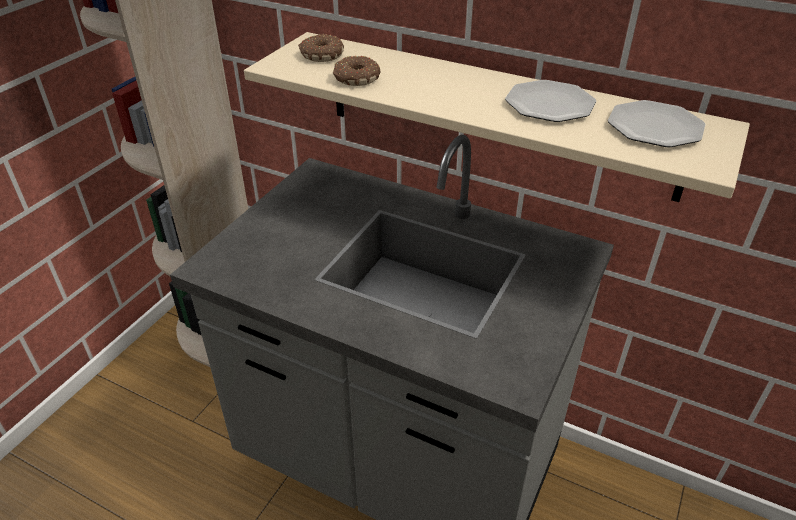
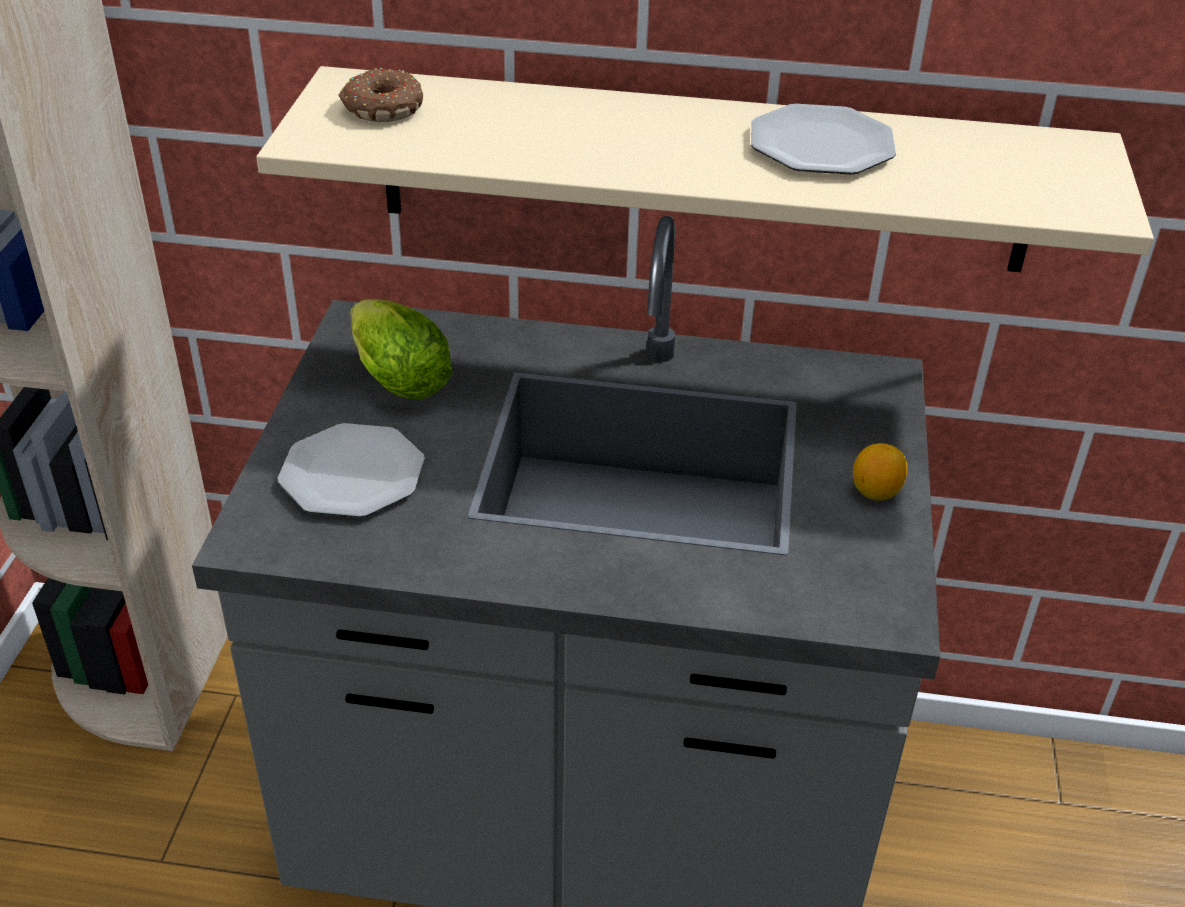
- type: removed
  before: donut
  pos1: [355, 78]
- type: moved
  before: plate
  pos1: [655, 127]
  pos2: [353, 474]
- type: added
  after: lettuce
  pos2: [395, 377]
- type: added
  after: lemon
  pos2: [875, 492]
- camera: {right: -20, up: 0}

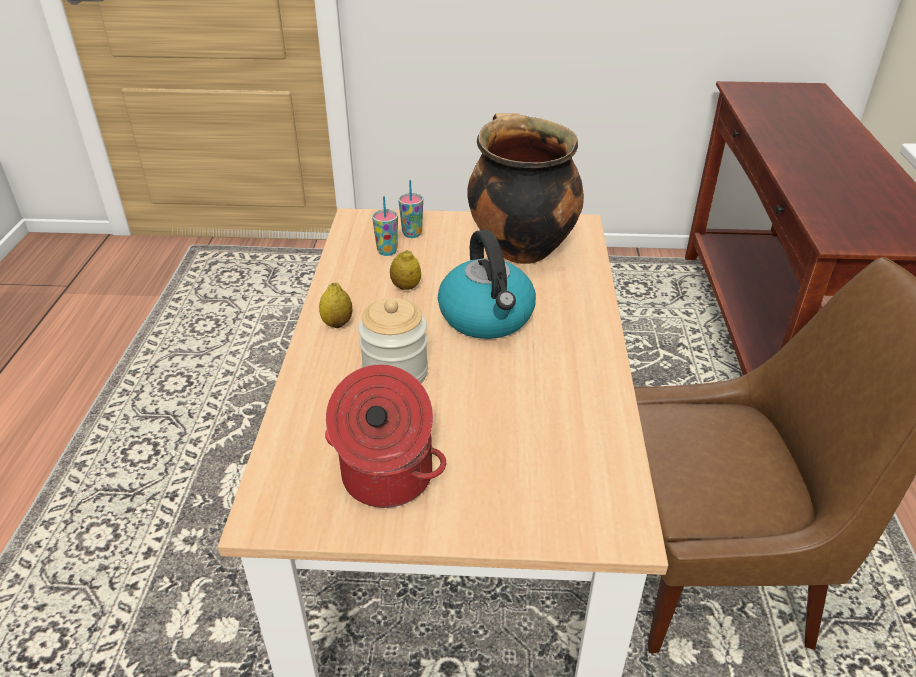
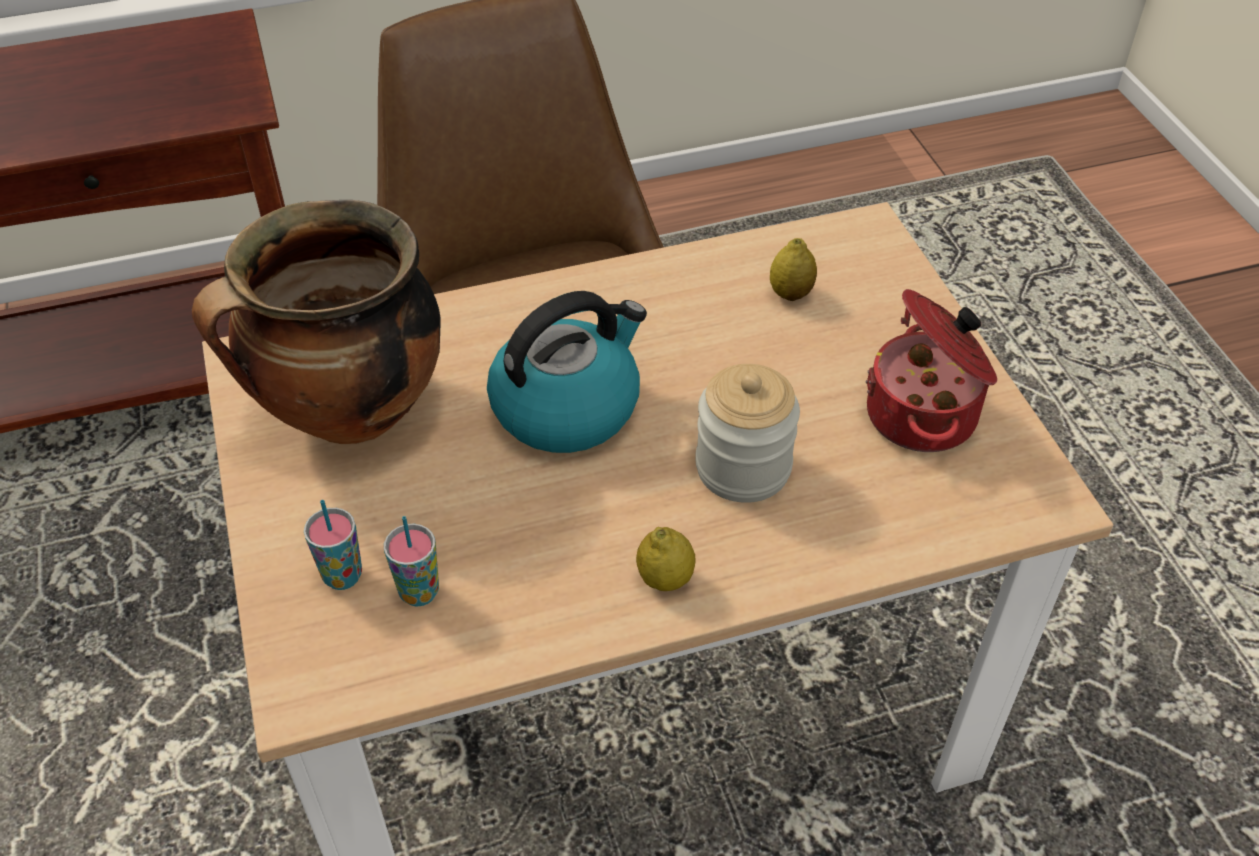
- type: moved
  before: lemon
  pos1: [406, 287]
  pos2: [790, 293]
- camera: {right: -110, up: 10}

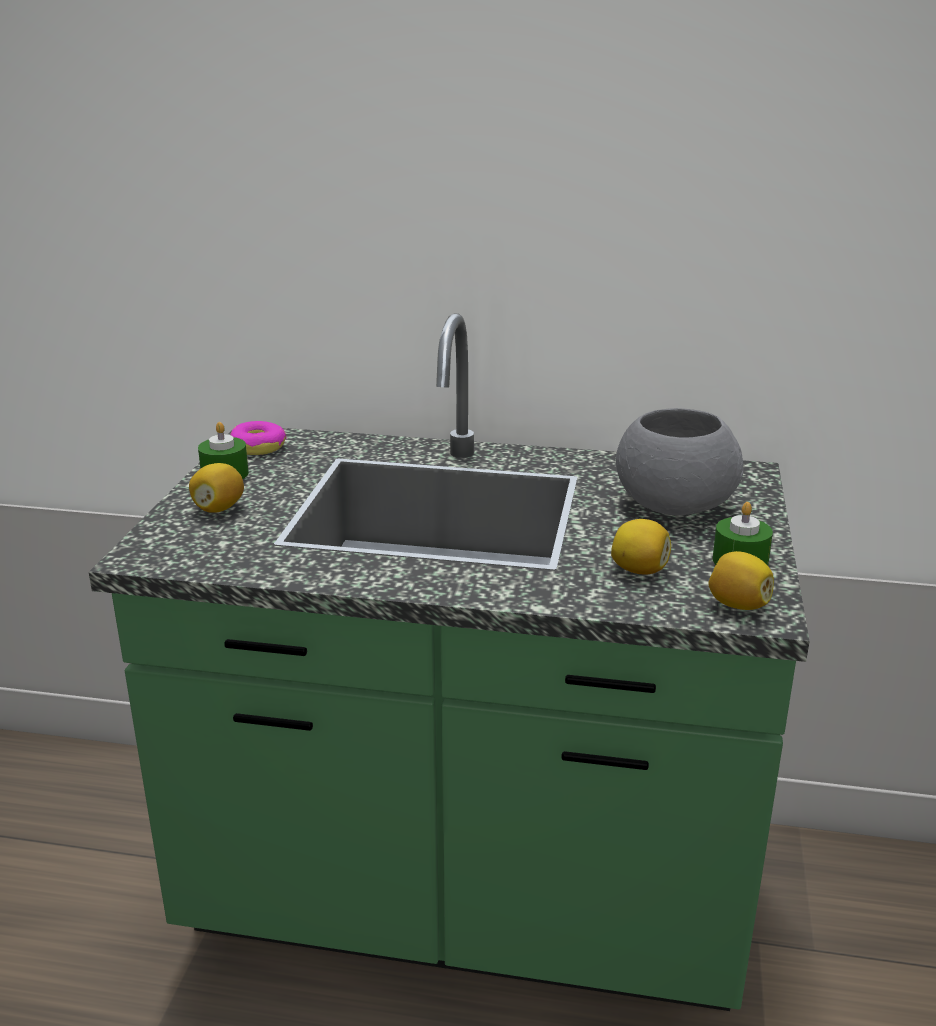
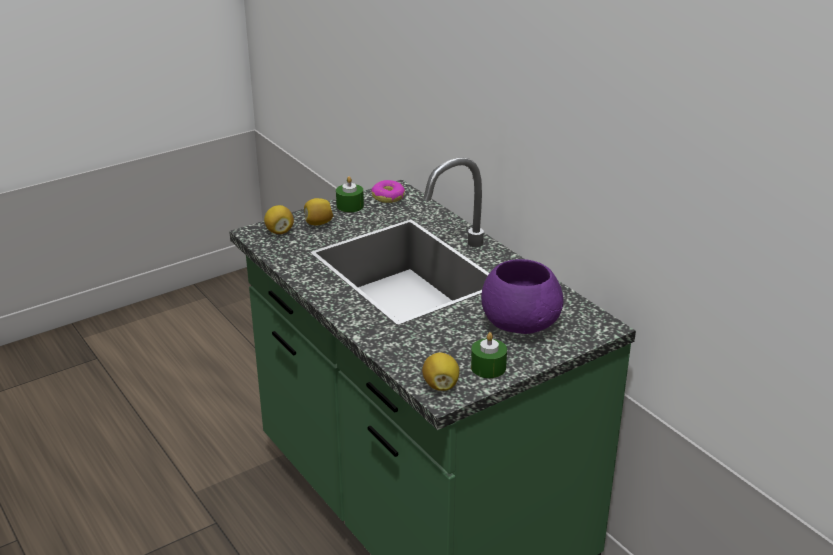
- type: moved
  before: lemon
  pos1: [639, 570]
  pos2: [279, 231]
- type: recoloured
  before: grey bowl
  after: purple bowl
  pos1: [672, 504]
  pos2: [519, 323]
- camera: {right: 45, up: 5}

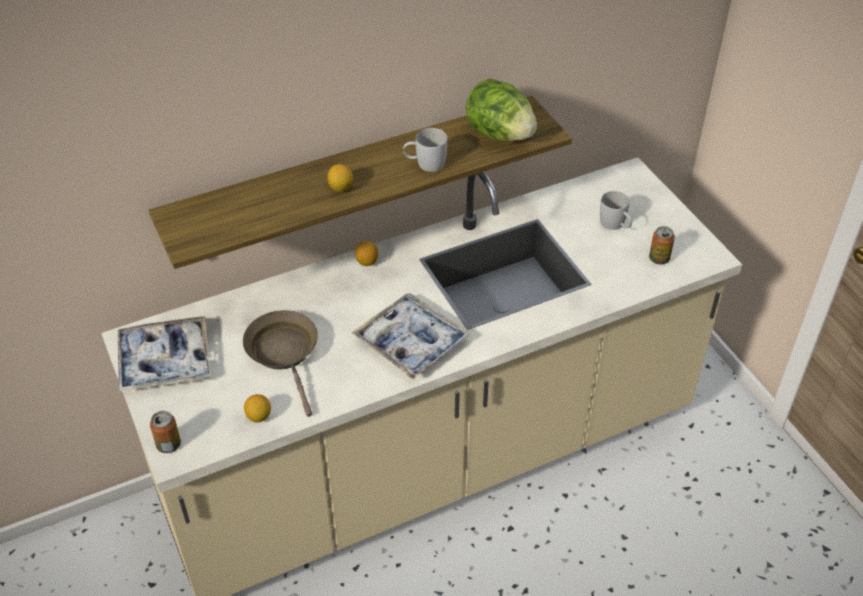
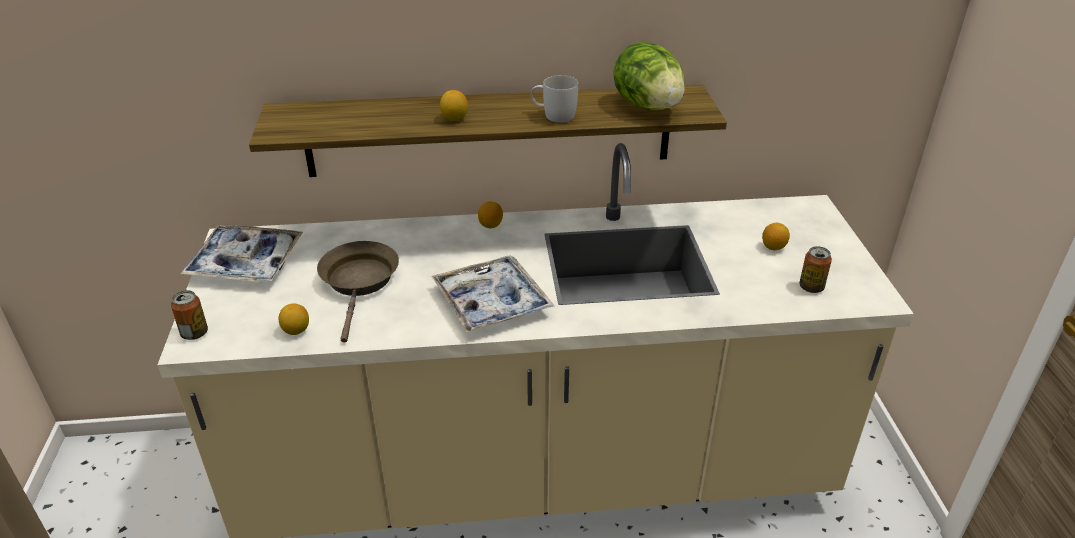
- type: replaced
  before: white mug
  after: lemon
  pos1: [615, 225]
  pos2: [773, 247]
- camera: {right: 20, up: -10}

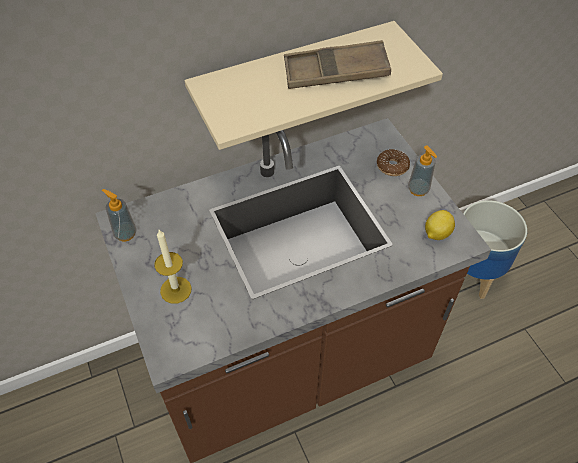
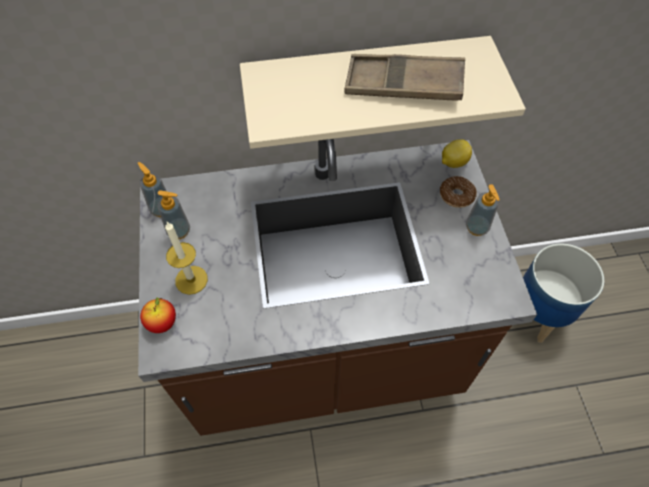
- type: moved
  before: lemon
  pos1: [436, 233]
  pos2: [453, 162]
- type: added
  after: apple
  pos2: [162, 323]
- type: added
  after: soap dispenser
  pos2: [179, 231]
- camera: {right: 15, up: 5}

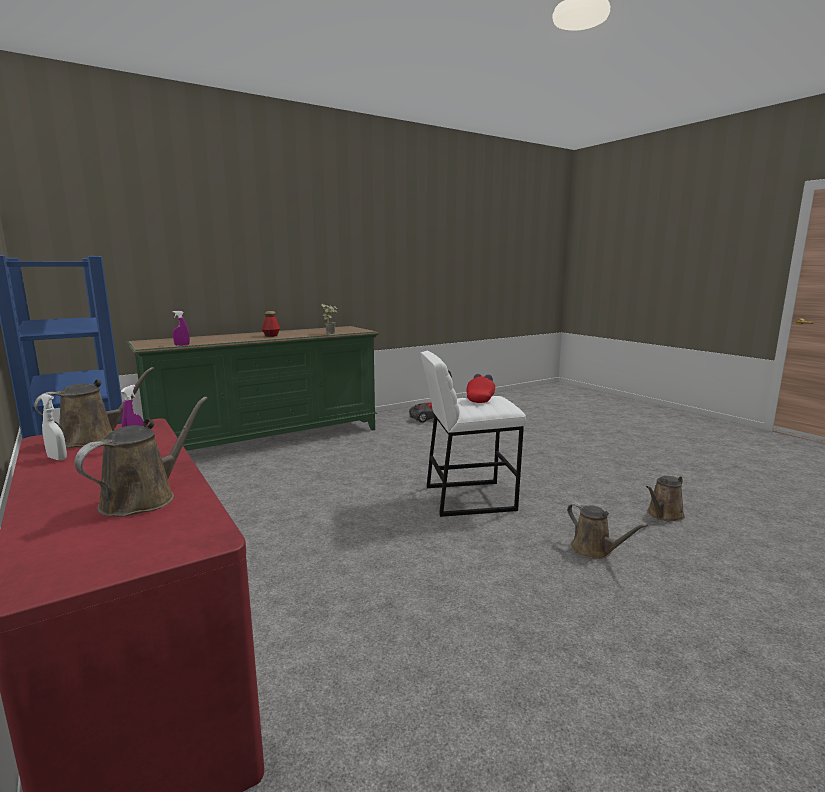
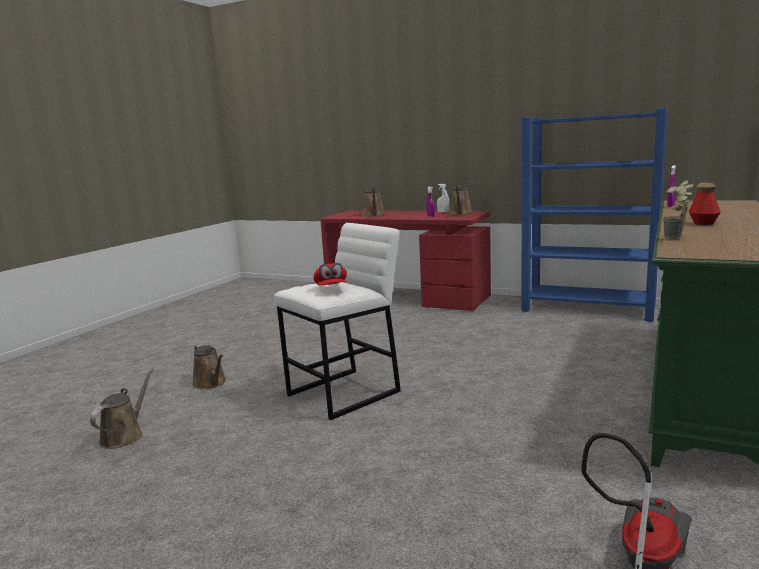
- type: turned
  before: brown watering can
  pos1: [594, 550]
  pos2: [211, 383]
  turn: -150
- camera: {right: 150, up: 0}

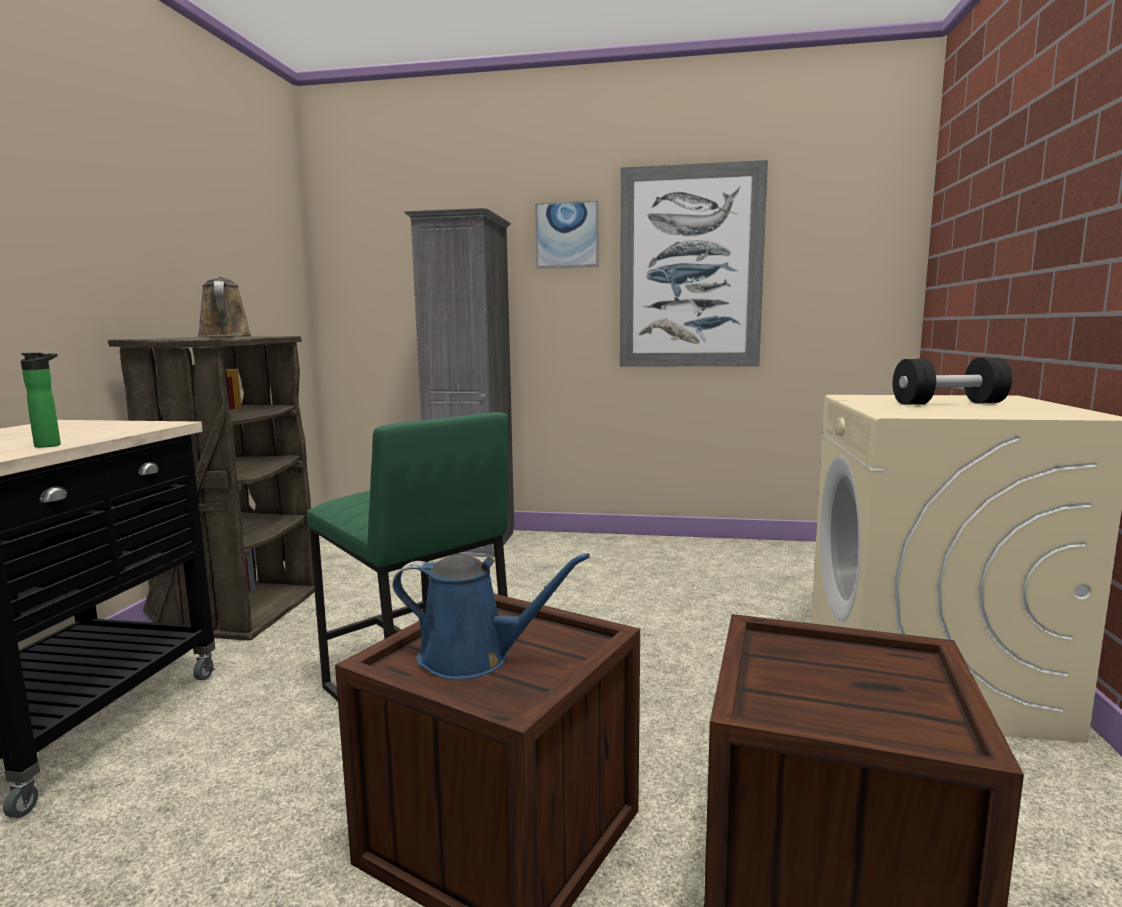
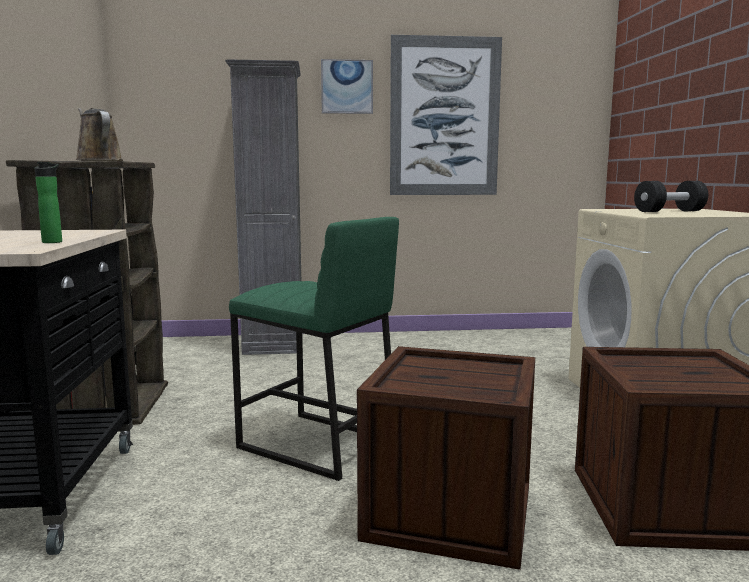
- type: removed
  before: blue watering can
  pos1: [473, 657]
- camera: {right: -15, up: 0}

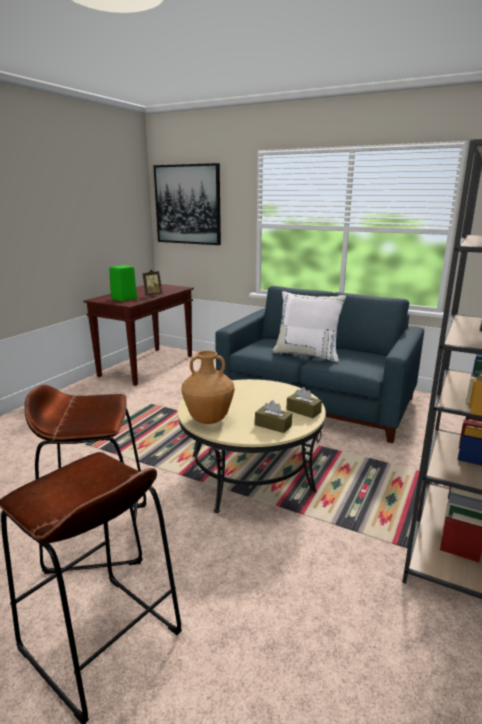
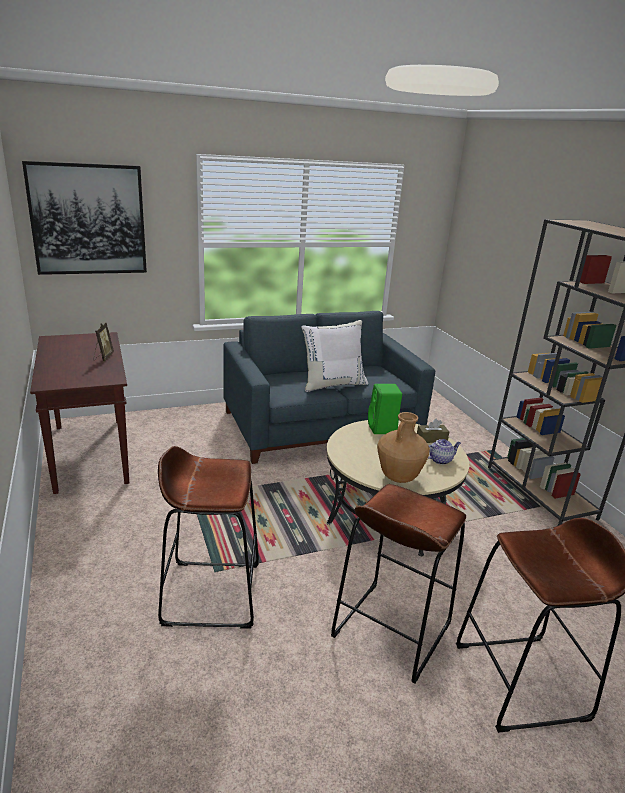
- type: moved
  before: green speaker
  pos1: [123, 299]
  pos2: [382, 429]
- type: replaced
  before: brown tissue box
  after: teapot
  pos1: [273, 425]
  pos2: [440, 460]
- type: added
  after: brown stool
  pos2: [211, 593]
- camera: {right: -50, up: 5}

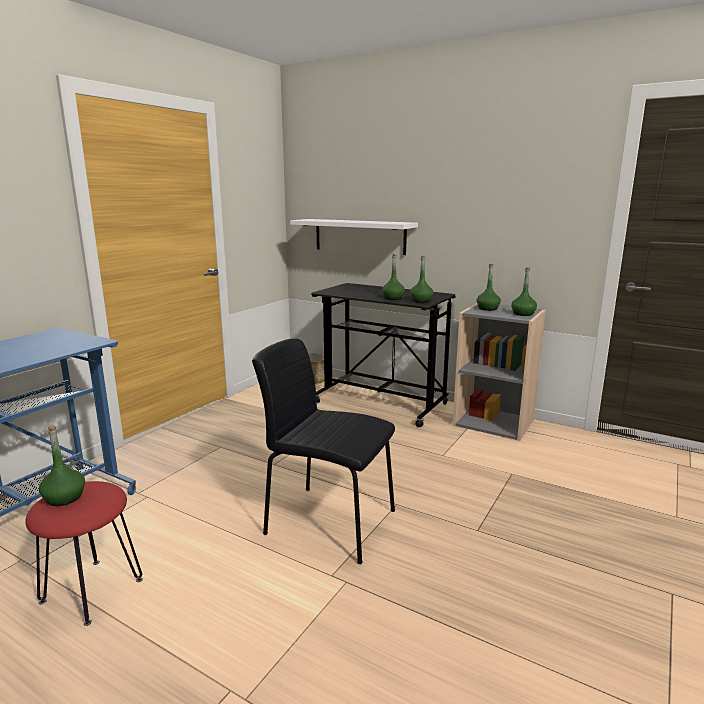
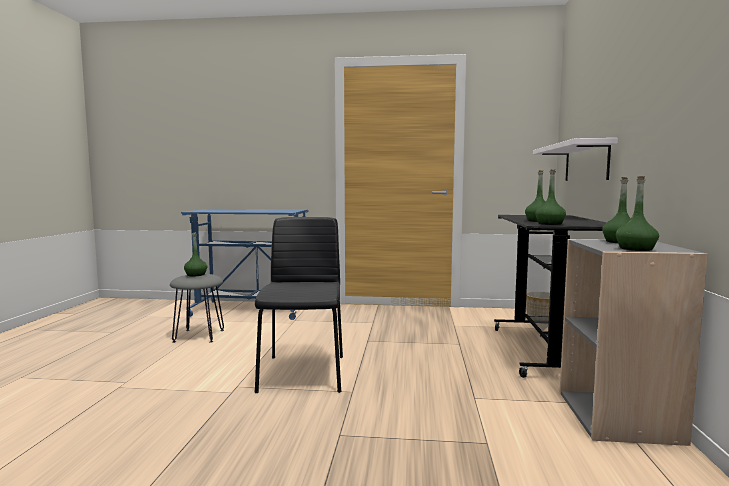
- type: recoloured
  before: red stool
  after: grey stool
  pos1: [92, 591]
  pos2: [198, 336]
- camera: {right: 65, up: -10}

